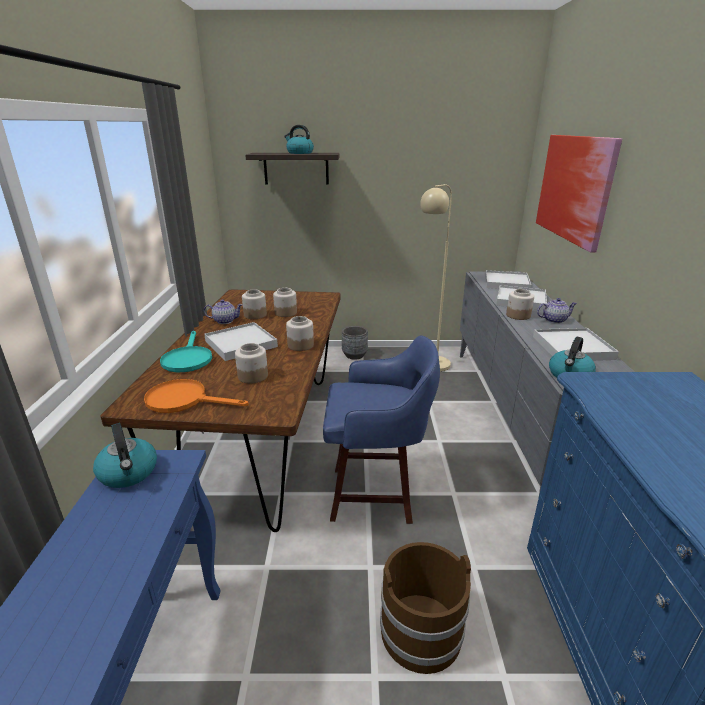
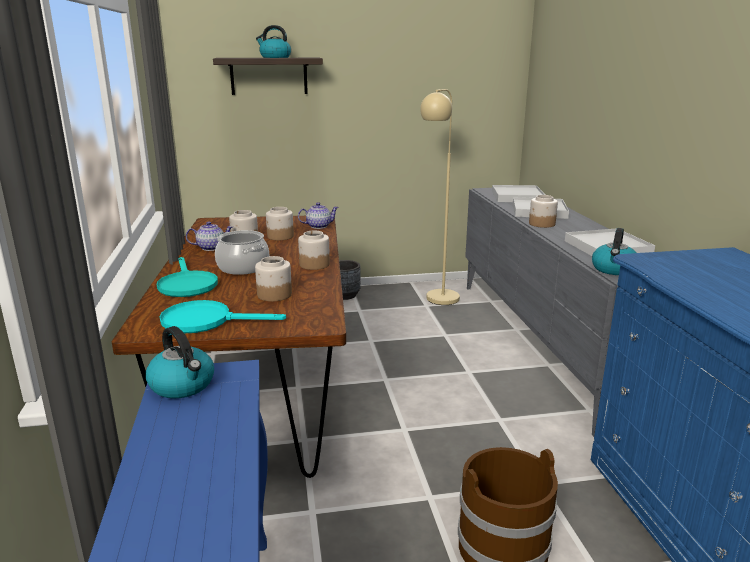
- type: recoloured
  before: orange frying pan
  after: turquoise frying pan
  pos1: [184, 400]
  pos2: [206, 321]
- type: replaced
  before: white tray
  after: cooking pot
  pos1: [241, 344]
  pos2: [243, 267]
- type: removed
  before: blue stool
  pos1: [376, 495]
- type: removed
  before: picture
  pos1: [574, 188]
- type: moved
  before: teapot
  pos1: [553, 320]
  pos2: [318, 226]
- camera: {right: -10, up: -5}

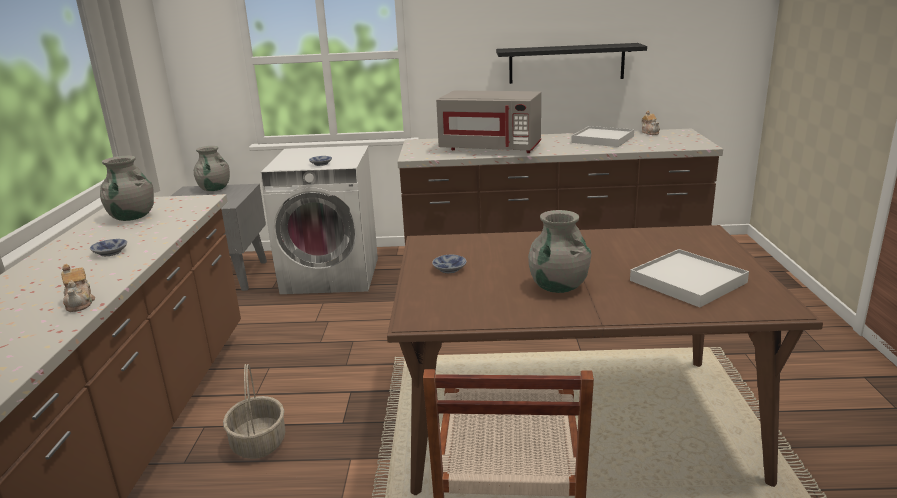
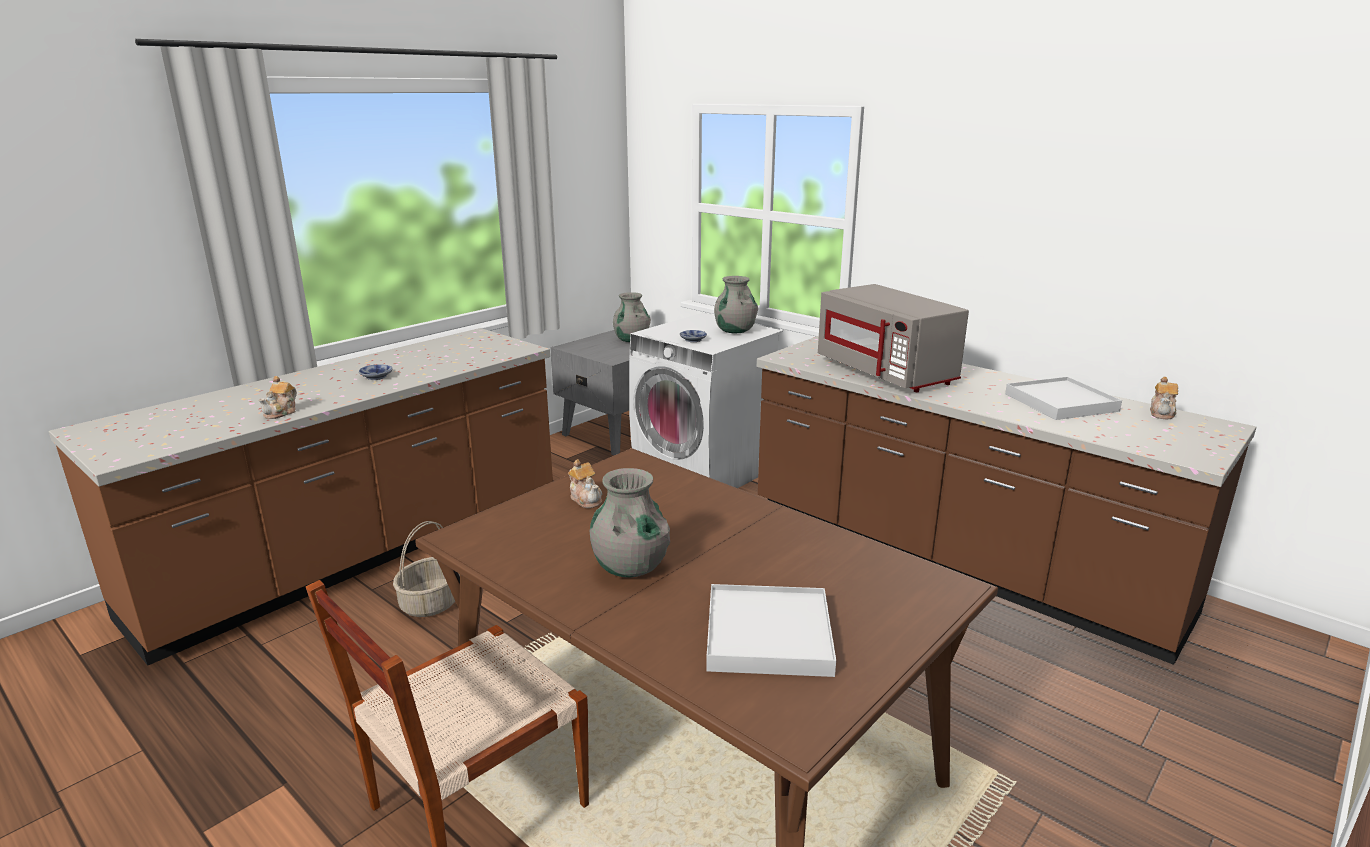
- type: moved
  before: grey vase
  pos1: [132, 217]
  pos2: [735, 331]
- type: replaced
  before: bowl
  after: teapot
  pos1: [449, 269]
  pos2: [586, 499]
- type: removed
  before: black shelf
  pos1: [566, 63]
- camera: {right: 40, up: 0}

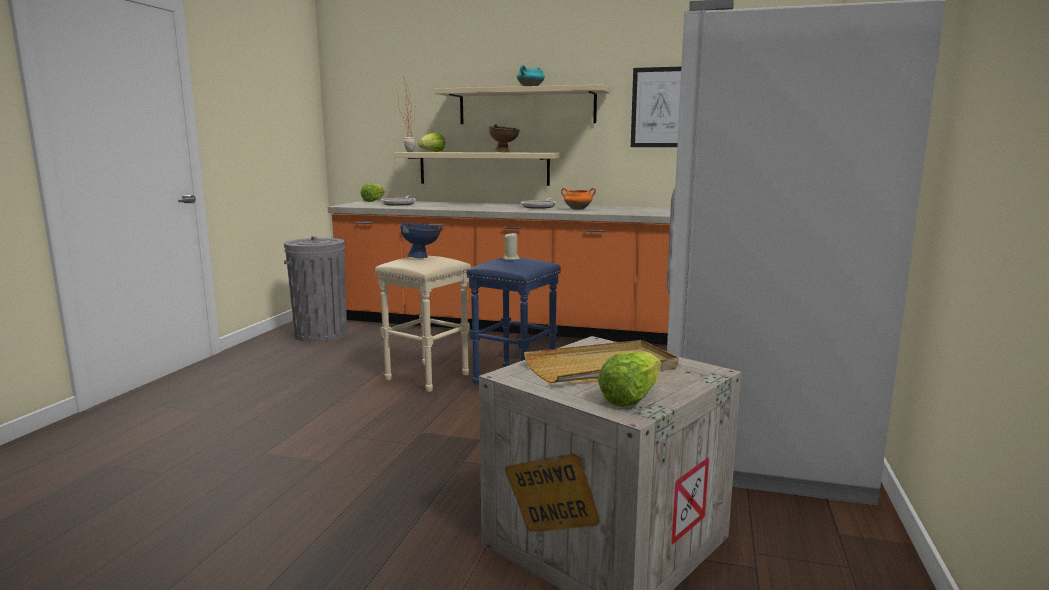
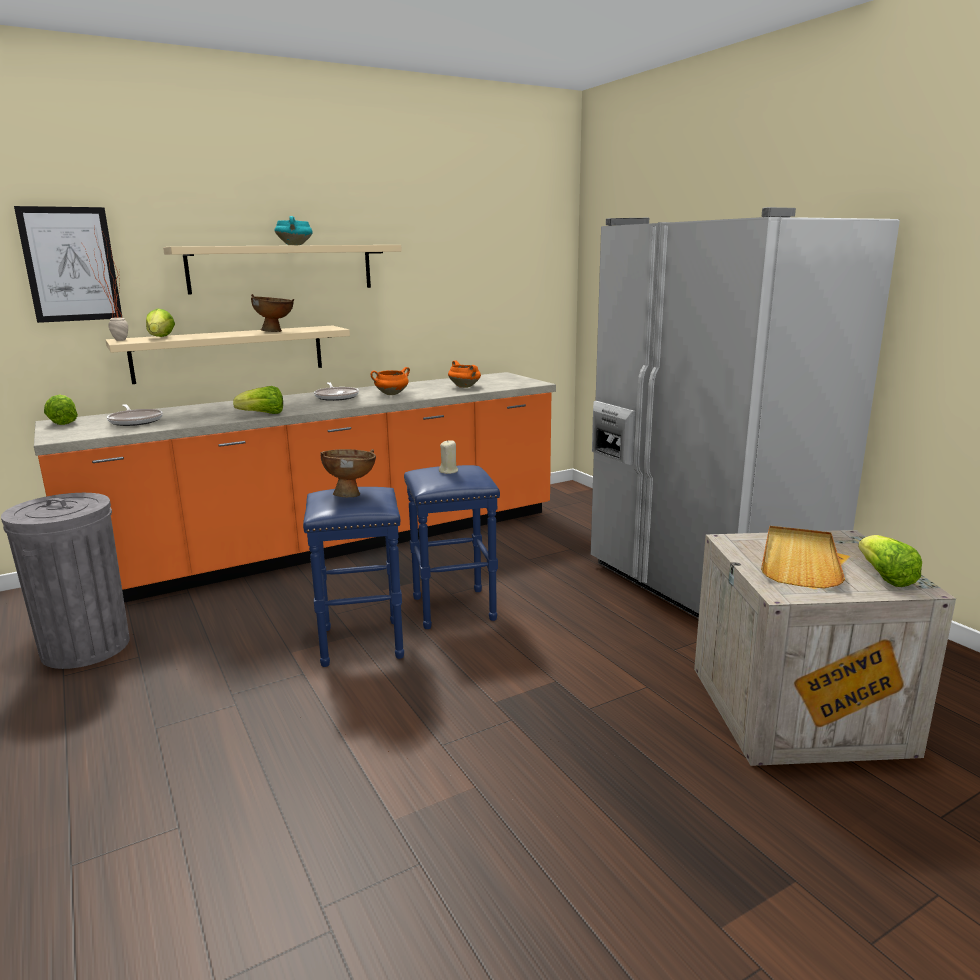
- type: recoloured
  before: beige stool
  after: blue stool
  pos1: [429, 376]
  pos2: [363, 641]
- type: recoloured
  before: blue bowl
  after: brown bowl
  pos1: [422, 257]
  pos2: [352, 494]
- type: moved
  before: picture
  pos1: [659, 107]
  pos2: [70, 264]
- type: added
  after: lettuce
  pos2: [263, 414]
- type: added
  after: orange cooking pot
  pos2: [465, 387]
- camera: {right: -45, up: 5}

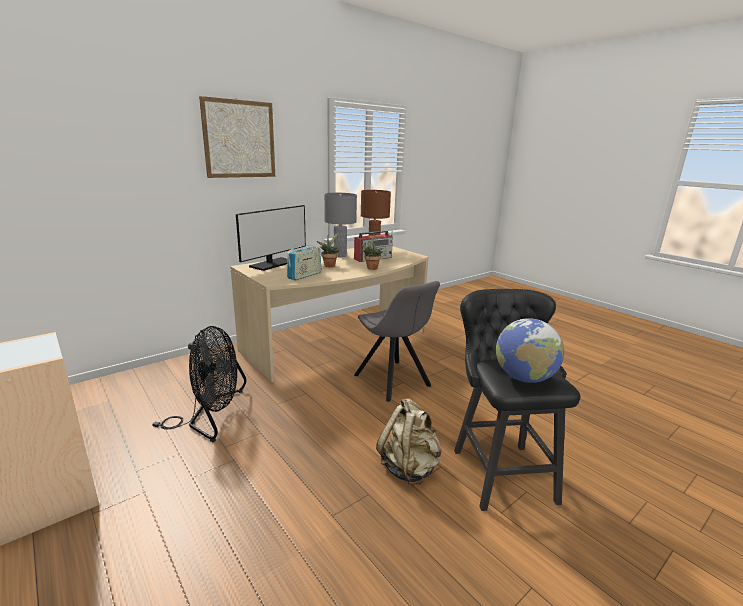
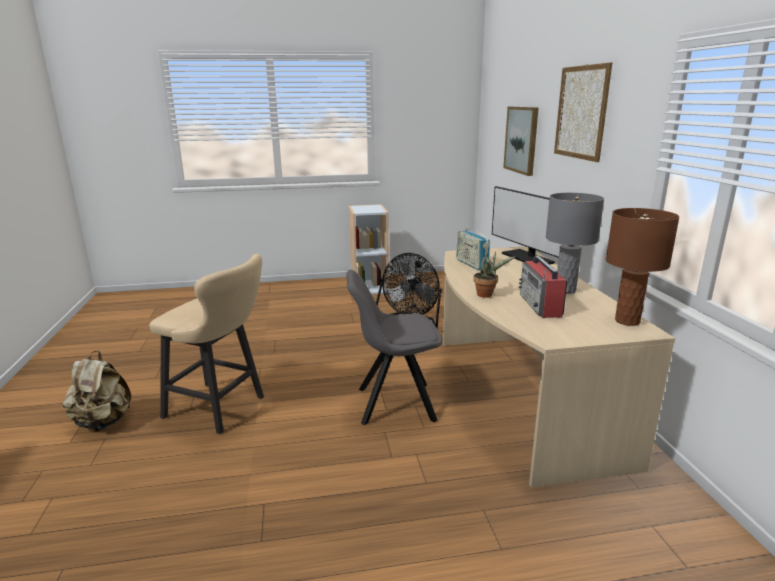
- type: removed
  before: potted plant
  pos1: [329, 265]
- type: moved
  before: beige backpack
  pos1: [409, 467]
  pos2: [103, 422]
- type: recoloured
  before: black stool
  after: beige stool
  pos1: [498, 466]
  pos2: [223, 409]
- type: removed
  before: globe
  pos1: [524, 378]
- type: added
  after: picture
  pos2: [521, 139]
- camera: {right: 120, up: 0}

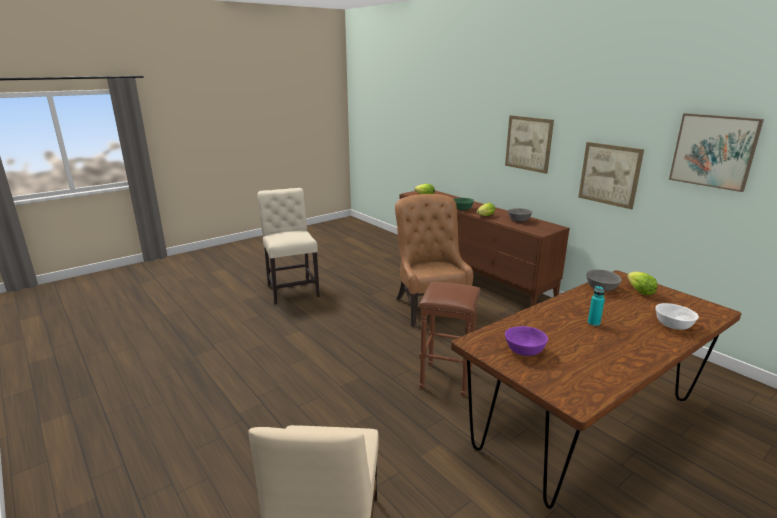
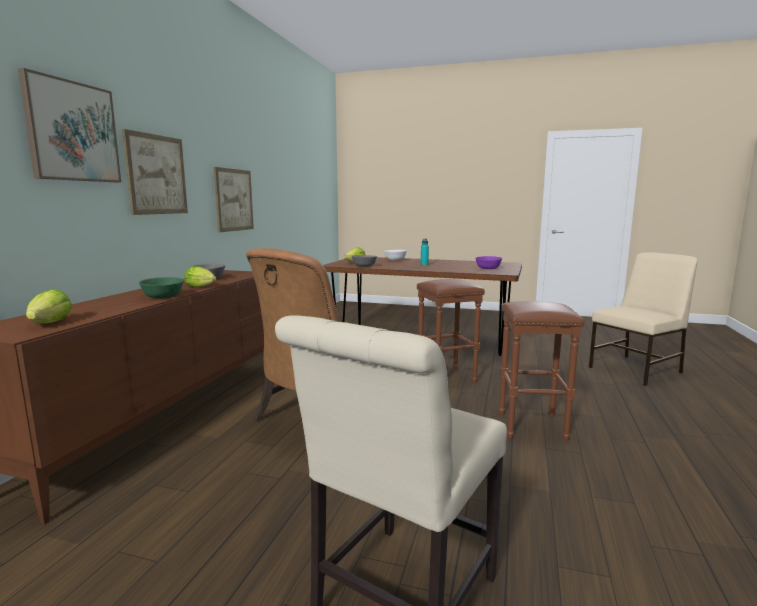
- type: moved
  before: picture
  pos1: [713, 151]
  pos2: [72, 132]
- type: added
  after: brown stool
  pos2: [533, 425]
- camera: {right: -125, up: -10}

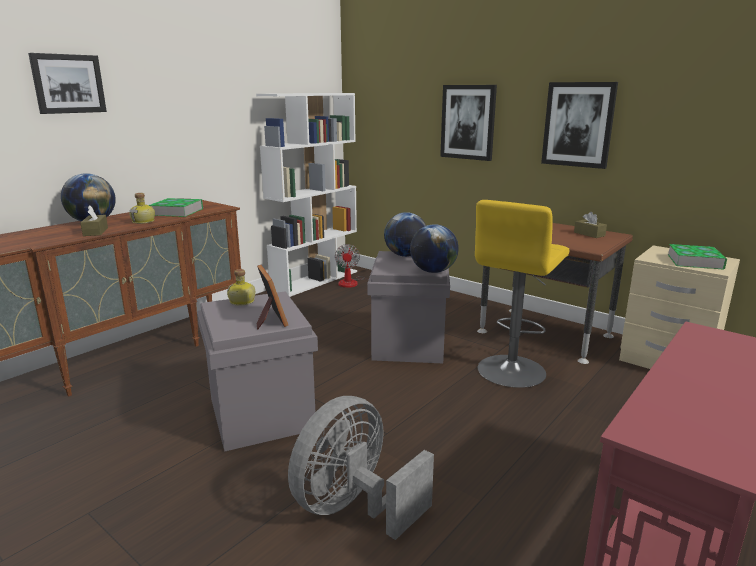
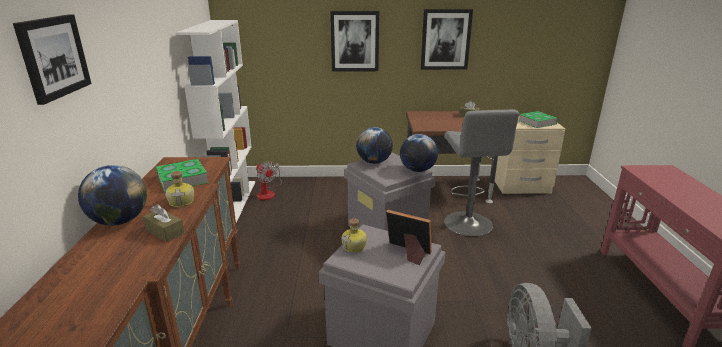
- type: recoloured
  before: yellow stool
  after: grey stool
  pos1: [510, 371]
  pos2: [467, 224]
- camera: {right: -40, up: 5}

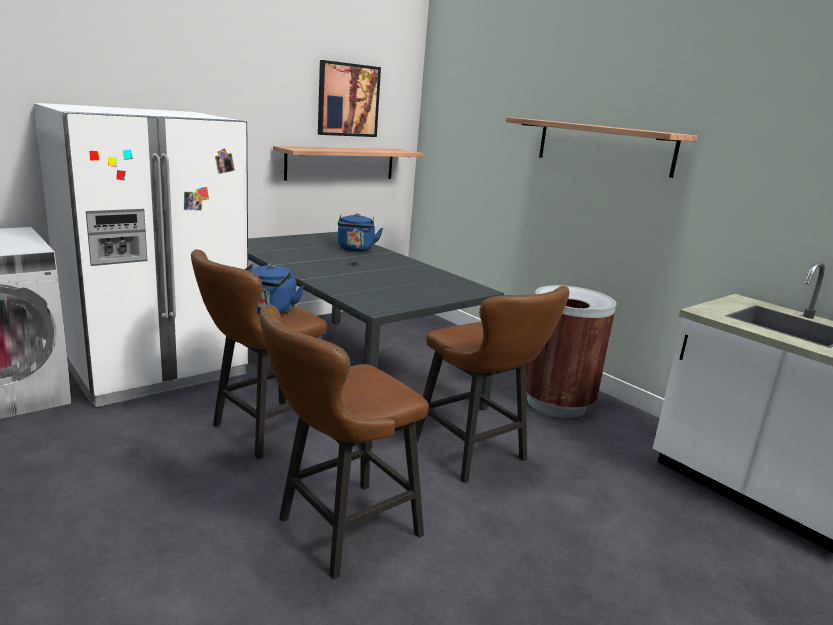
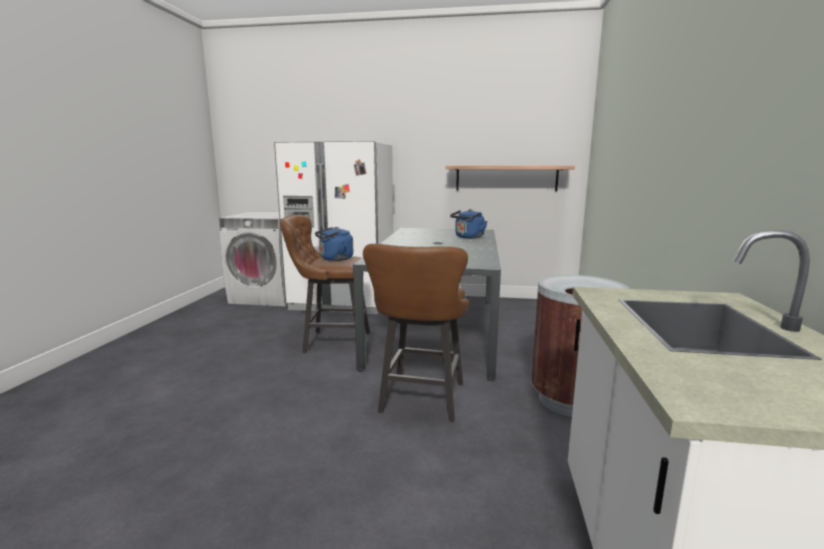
- type: removed
  before: brown stool
  pos1: [335, 533]
- type: removed
  before: picture
  pos1: [348, 100]
- type: removed
  before: shelf
  pos1: [603, 146]
- camera: {right: 50, up: -5}

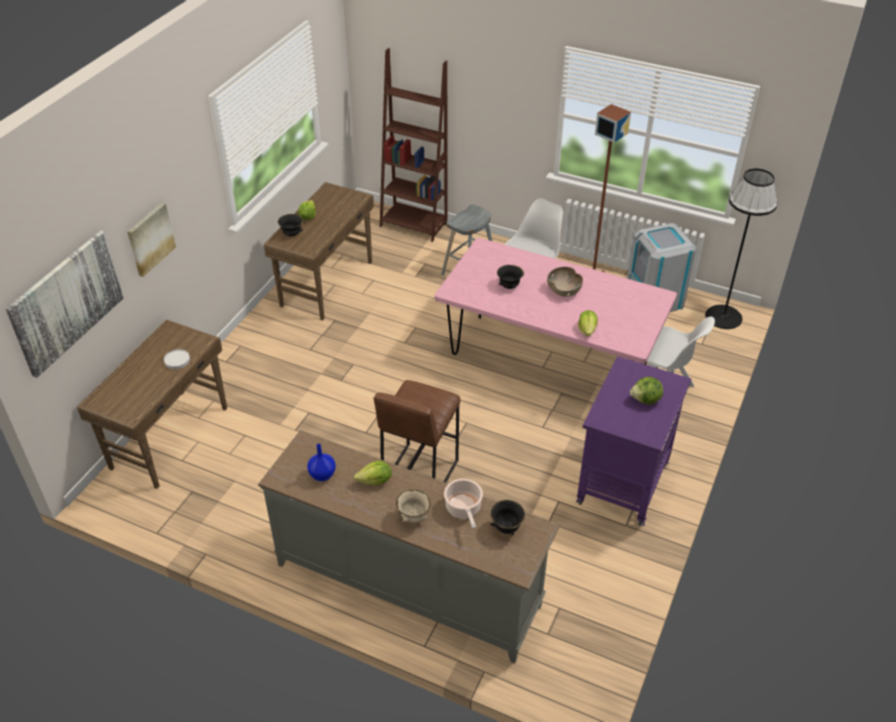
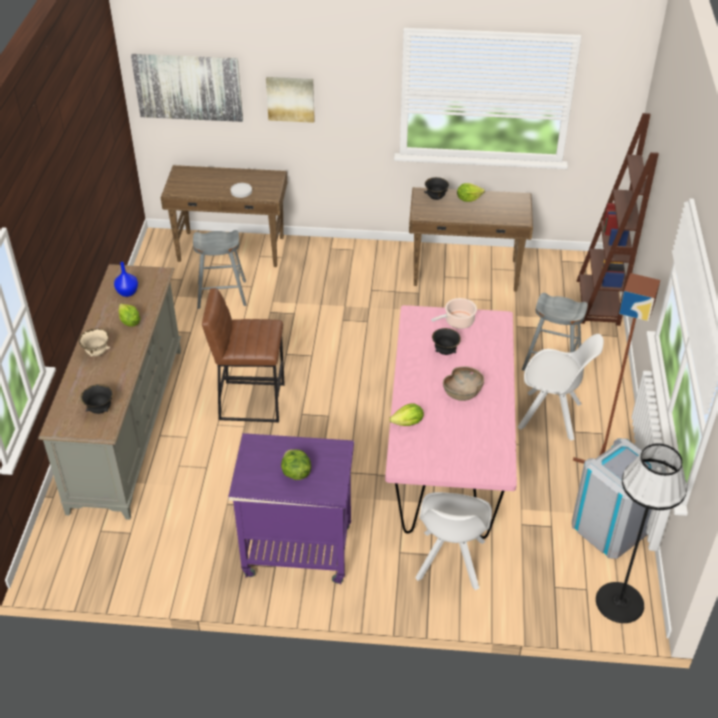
- type: moved
  before: cooking pot
  pos1: [463, 509]
  pos2: [457, 322]
- type: added
  after: grey stool
  pos2: [222, 294]
- camera: {right: 70, up: 0}

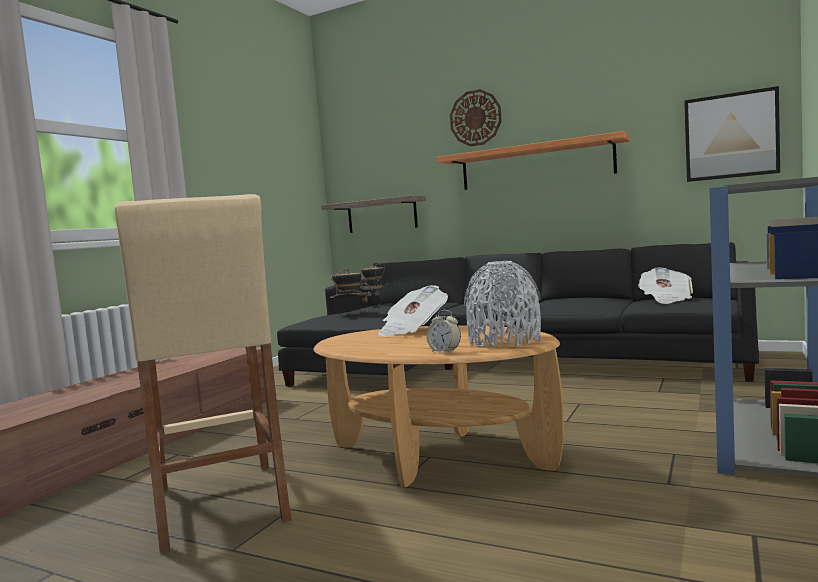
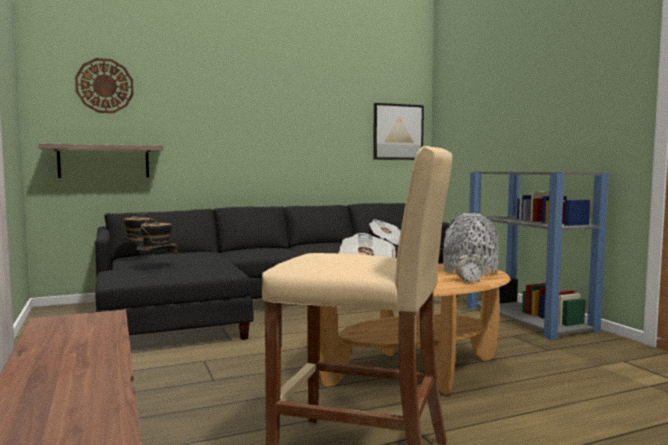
- type: removed
  before: shelf
  pos1: [535, 165]
- type: moved
  before: wall clock
  pos1: [475, 118]
  pos2: [104, 86]
- camera: {right: -50, up: 0}

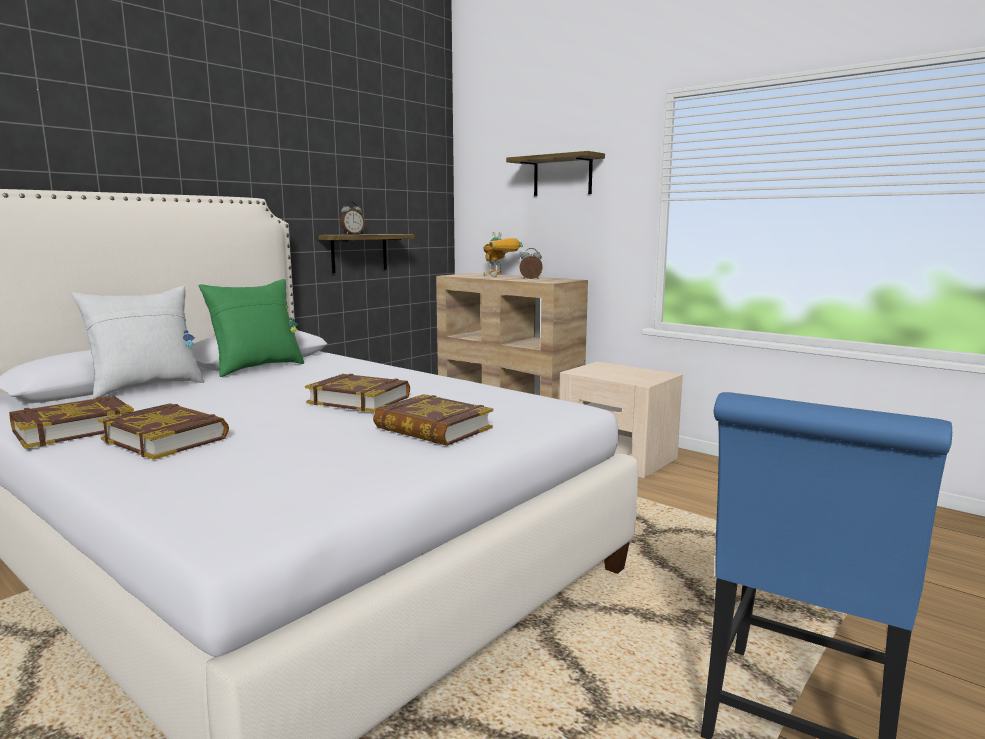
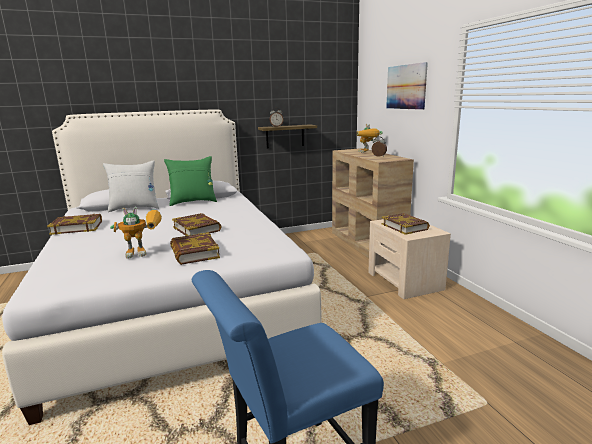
- type: moved
  before: book
  pos1: [166, 438]
  pos2: [404, 227]
- type: replaced
  before: shelf
  after: picture
  pos1: [562, 175]
  pos2: [406, 87]
- type: added
  after: toy robot
  pos2: [145, 252]
- camera: {right: 30, up: 5}

